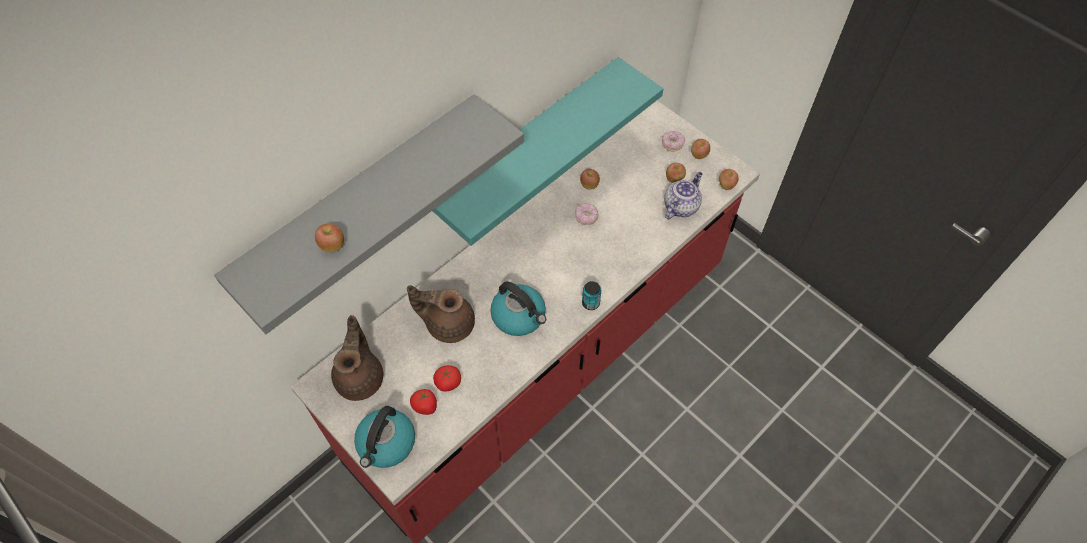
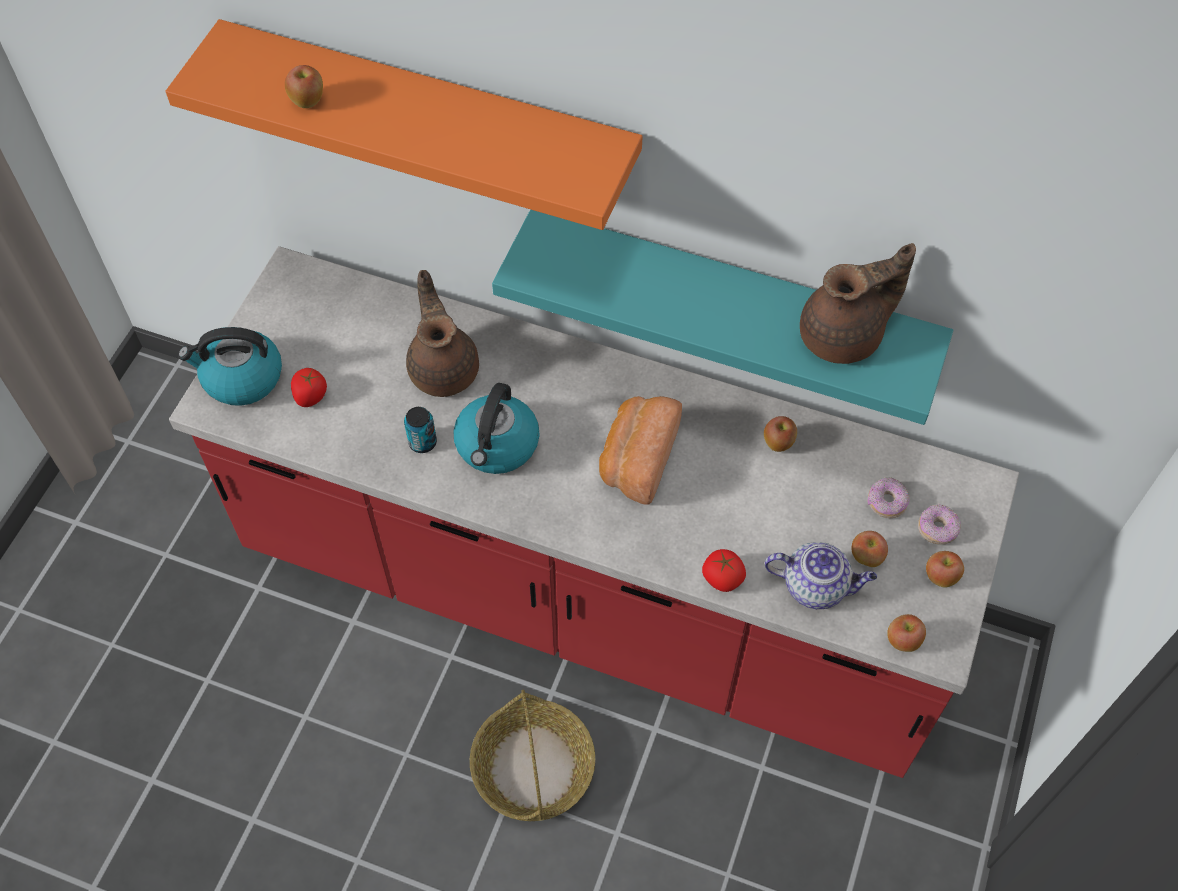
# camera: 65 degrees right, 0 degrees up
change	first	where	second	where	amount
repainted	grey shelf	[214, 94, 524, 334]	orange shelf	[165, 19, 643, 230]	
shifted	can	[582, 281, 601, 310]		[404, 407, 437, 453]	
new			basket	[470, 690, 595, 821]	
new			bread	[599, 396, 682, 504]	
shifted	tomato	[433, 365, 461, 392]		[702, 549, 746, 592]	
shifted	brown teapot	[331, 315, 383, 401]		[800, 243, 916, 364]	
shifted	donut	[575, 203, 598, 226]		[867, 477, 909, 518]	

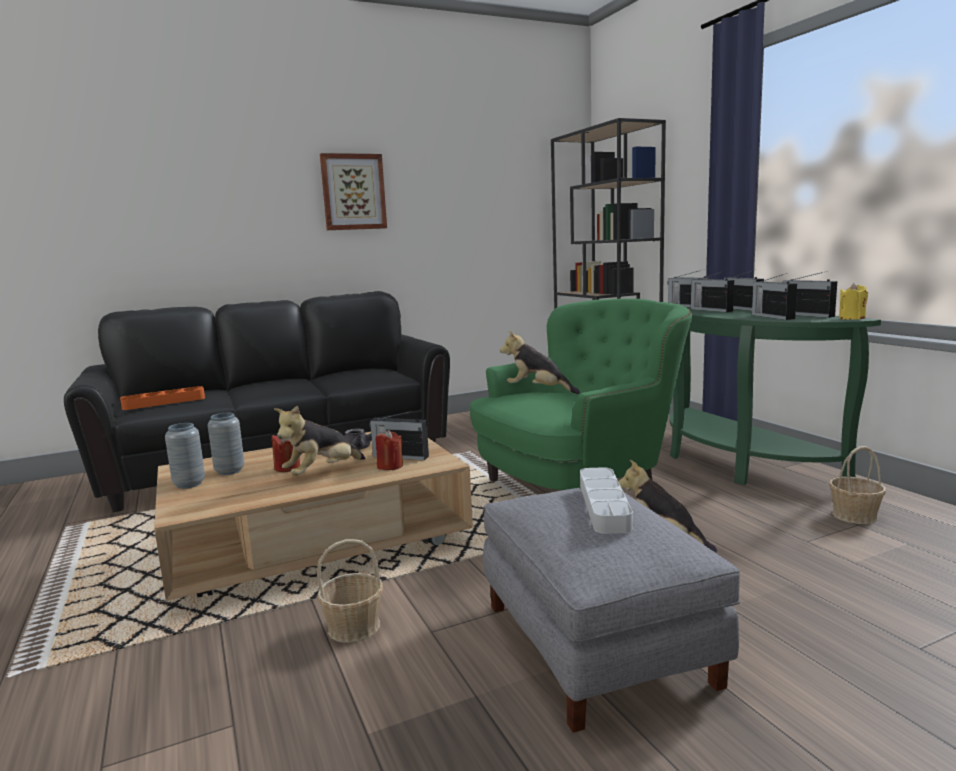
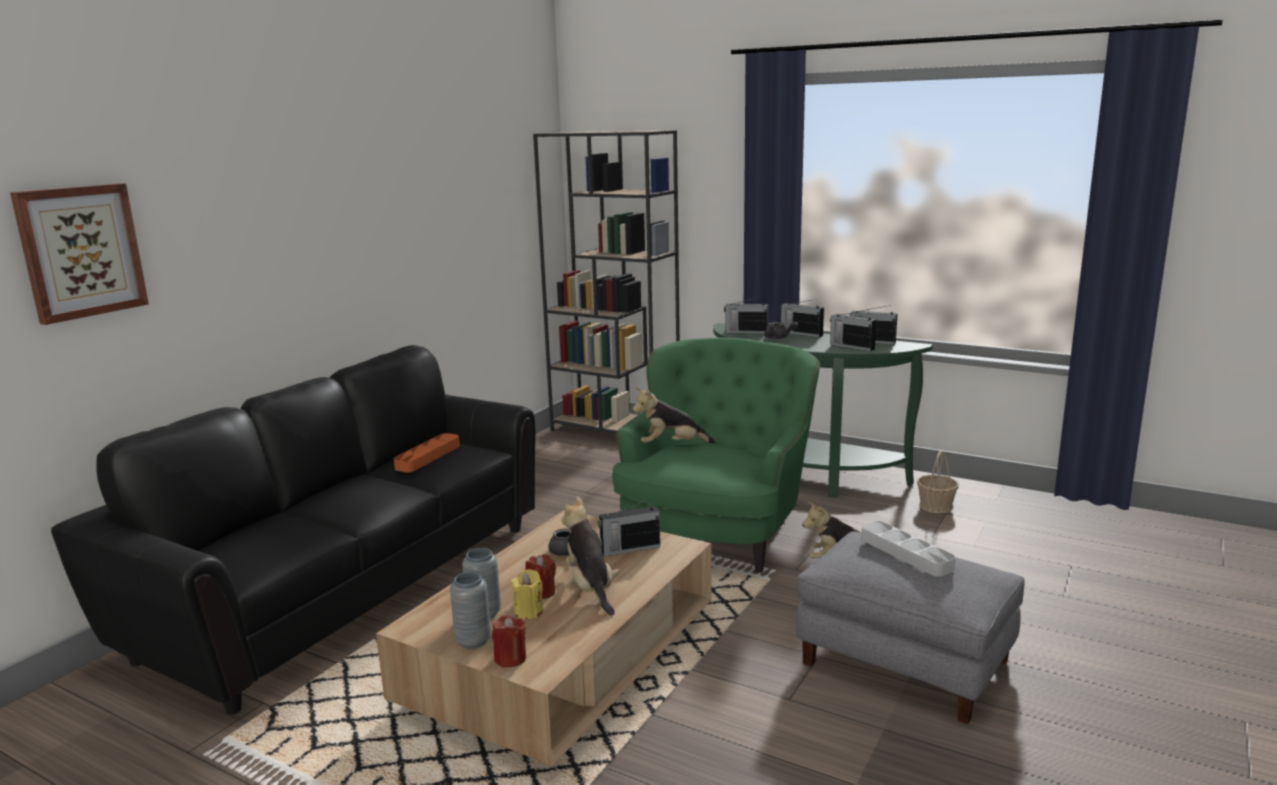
# camera: 35 degrees left, 5 degrees up
change	first	where	second	where	amount
shifted	picture	[320, 153, 387, 230]		[10, 183, 149, 325]	
shifted	orange tray	[120, 386, 205, 410]		[394, 433, 460, 473]	
shifted	red candle	[375, 430, 403, 470]		[492, 615, 526, 667]	
shifted	yellow candle	[839, 283, 868, 320]		[511, 569, 544, 619]	
rotated	plush toy	[274, 406, 365, 476]		[561, 496, 619, 616]	150 degrees clockwise
swapped	radio	[691, 272, 734, 312]	grey teapot	[764, 322, 798, 339]	
gone	basket	[317, 539, 383, 643]			

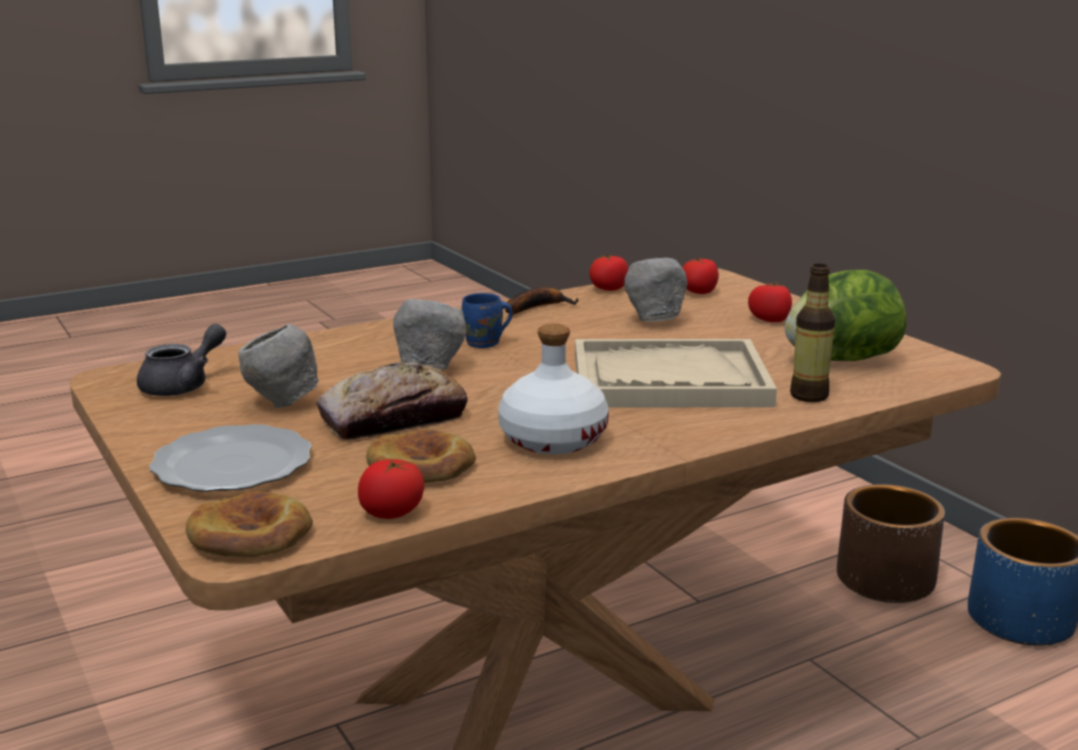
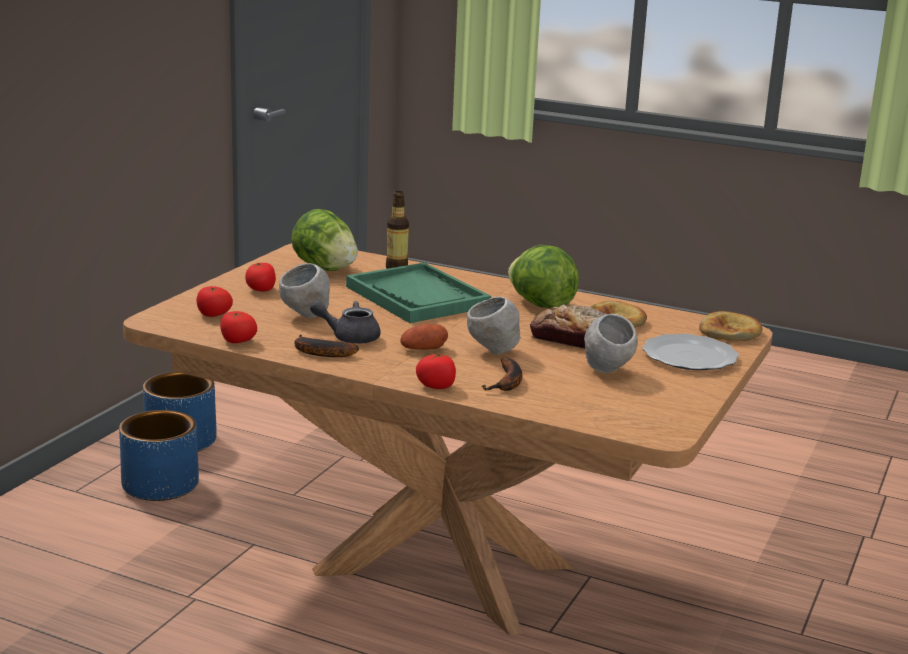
# camera: 125 degrees left, 0 degrees up
change	first	where	second	where	amount
repainted	brown planter	[837, 484, 945, 603]	blue planter	[119, 410, 199, 501]	
shifted	grey teapot	[137, 324, 226, 396]		[310, 301, 381, 344]	
repainted	beige tray	[575, 339, 777, 408]	green tray	[346, 262, 491, 323]	
swapped	blue mug	[462, 293, 513, 348]	potato	[400, 324, 448, 350]	
shifted	tomato	[358, 459, 424, 519]		[416, 351, 456, 389]	
new			banana	[481, 357, 522, 391]	
swapped	white bottle	[498, 323, 609, 454]	lettuce	[508, 245, 579, 309]	

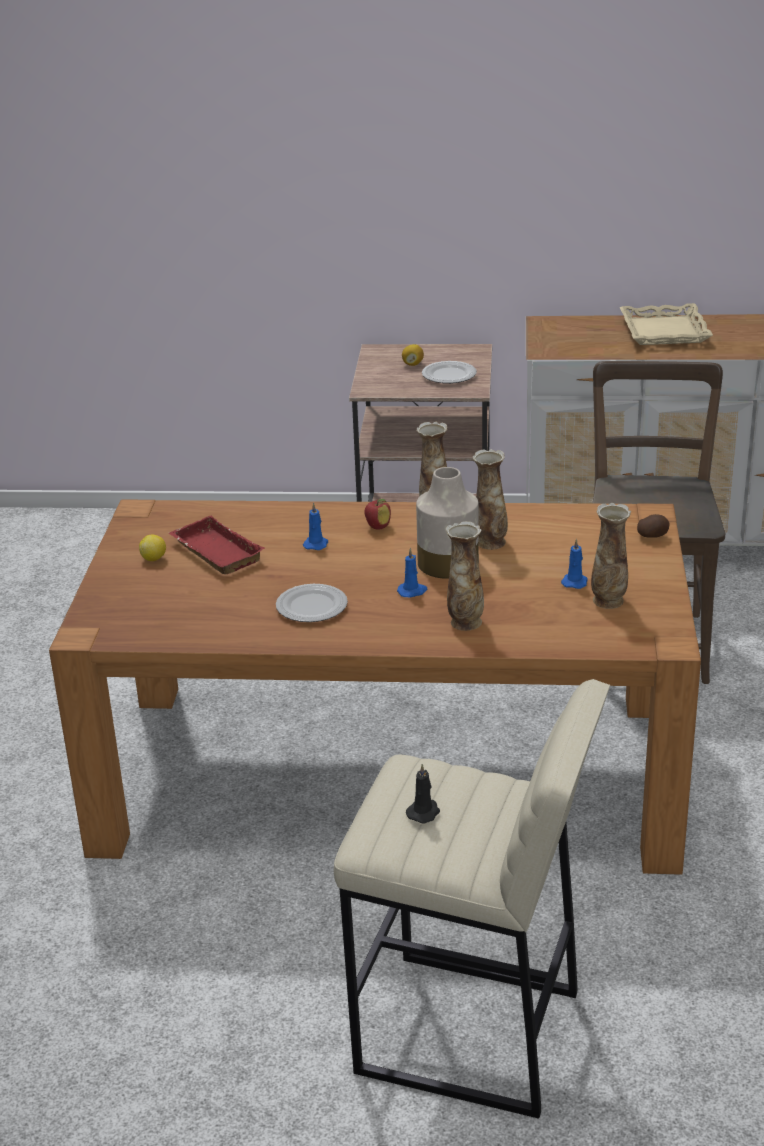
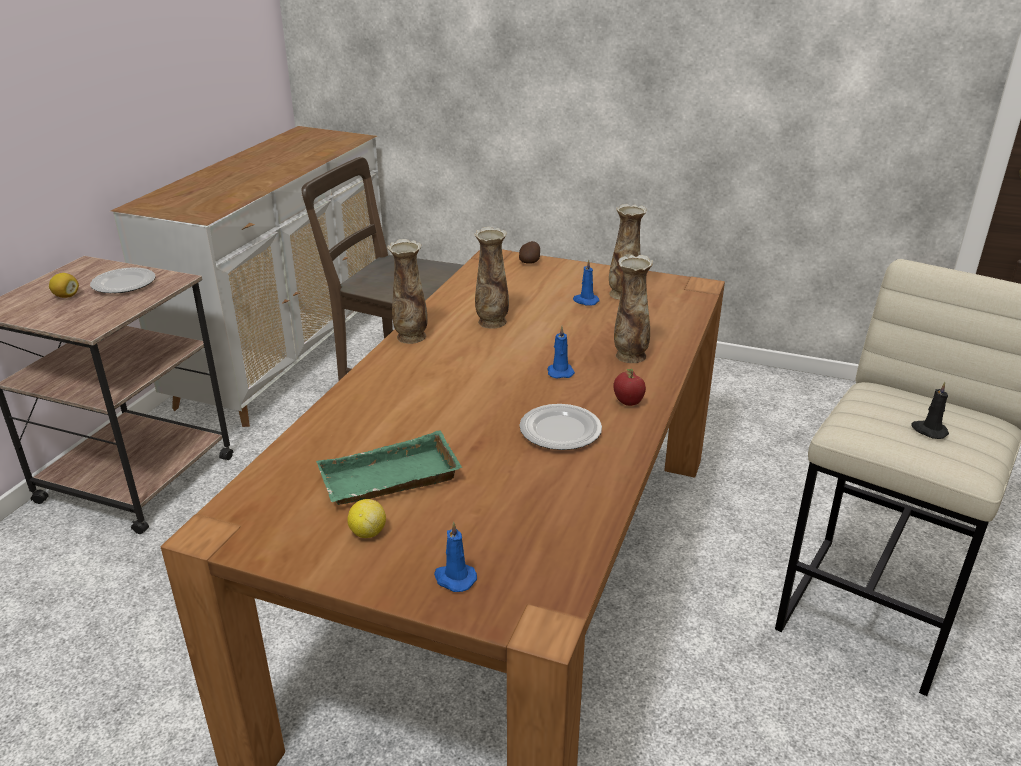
# camera: 75 degrees left, 0 degrees up
change	first	where	second	where	amount
repainted	red tray	[168, 515, 265, 574]	green tray	[316, 430, 462, 505]	
shifted	blue candle	[303, 502, 328, 550]		[434, 521, 477, 592]	
shifted	apple	[364, 499, 391, 530]		[613, 369, 646, 406]	
gone	beige vase	[416, 467, 479, 579]			
gone	beige tray	[620, 303, 713, 345]			

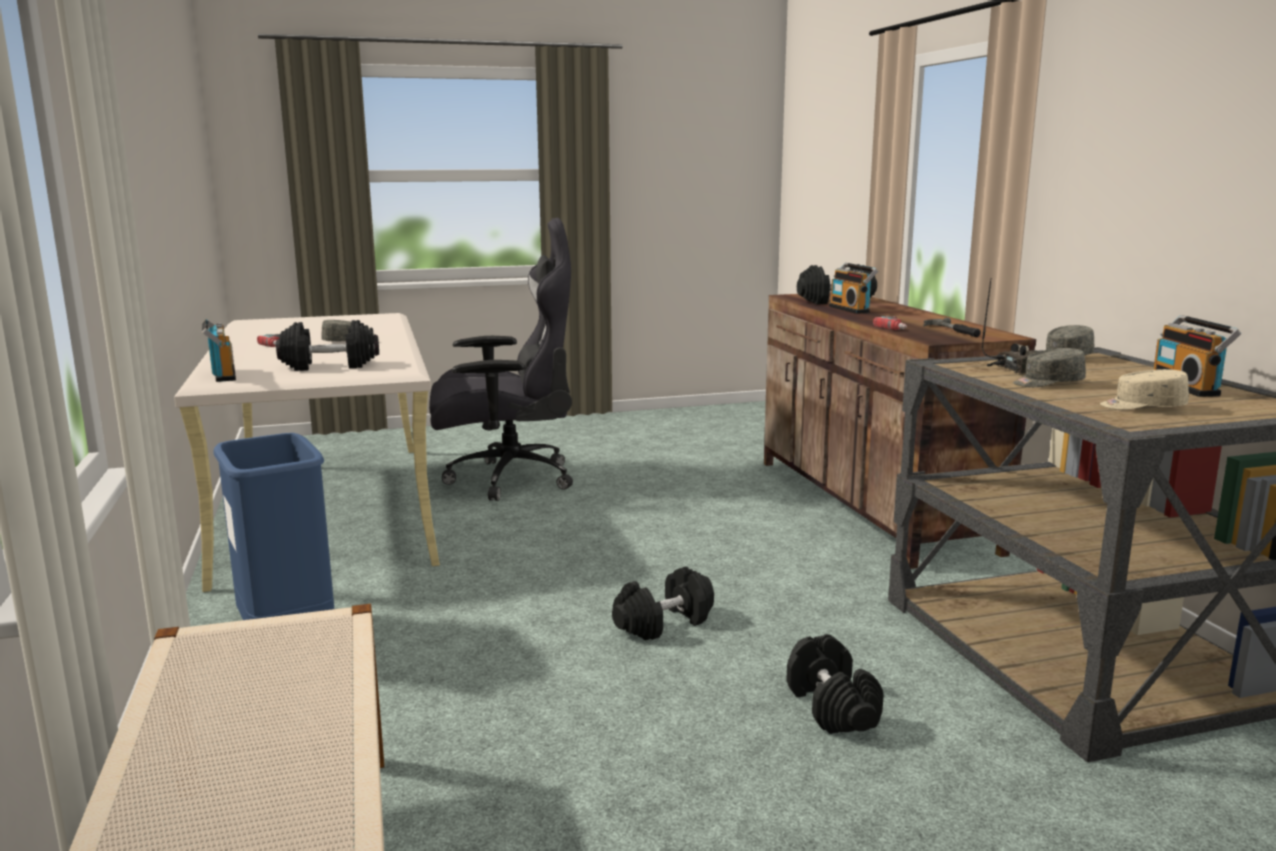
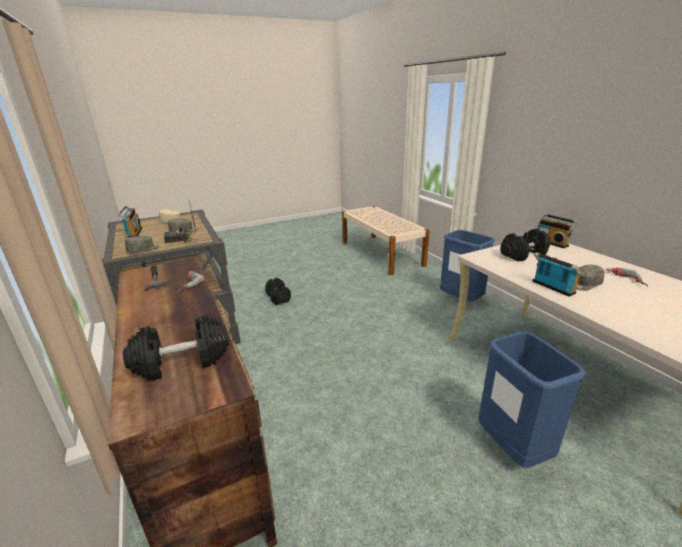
# camera: 170 degrees right, 10 degrees up
change	first	where	second	where	amount
swapped	black office chair	[429, 218, 573, 501]	blue trash can	[478, 332, 586, 468]	
shifted	radio	[829, 263, 878, 314]		[533, 252, 581, 297]	
gone	black dumbbell	[612, 566, 714, 641]			

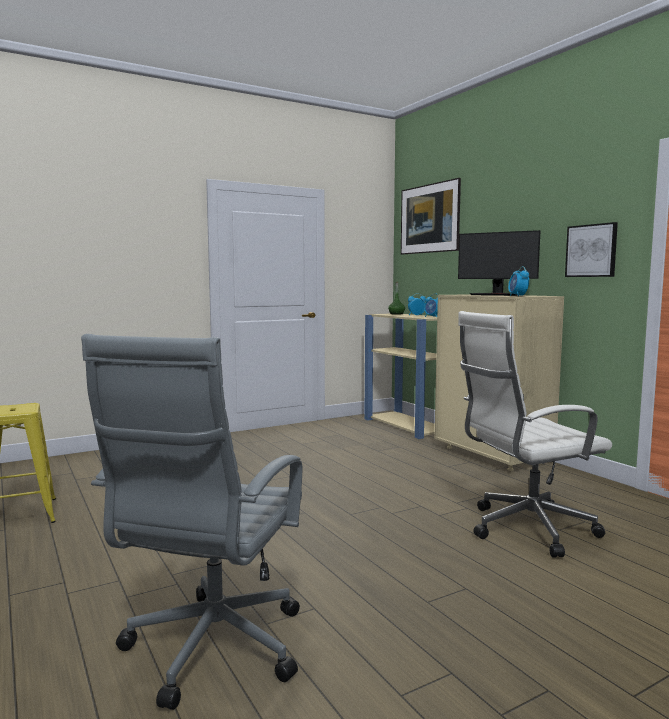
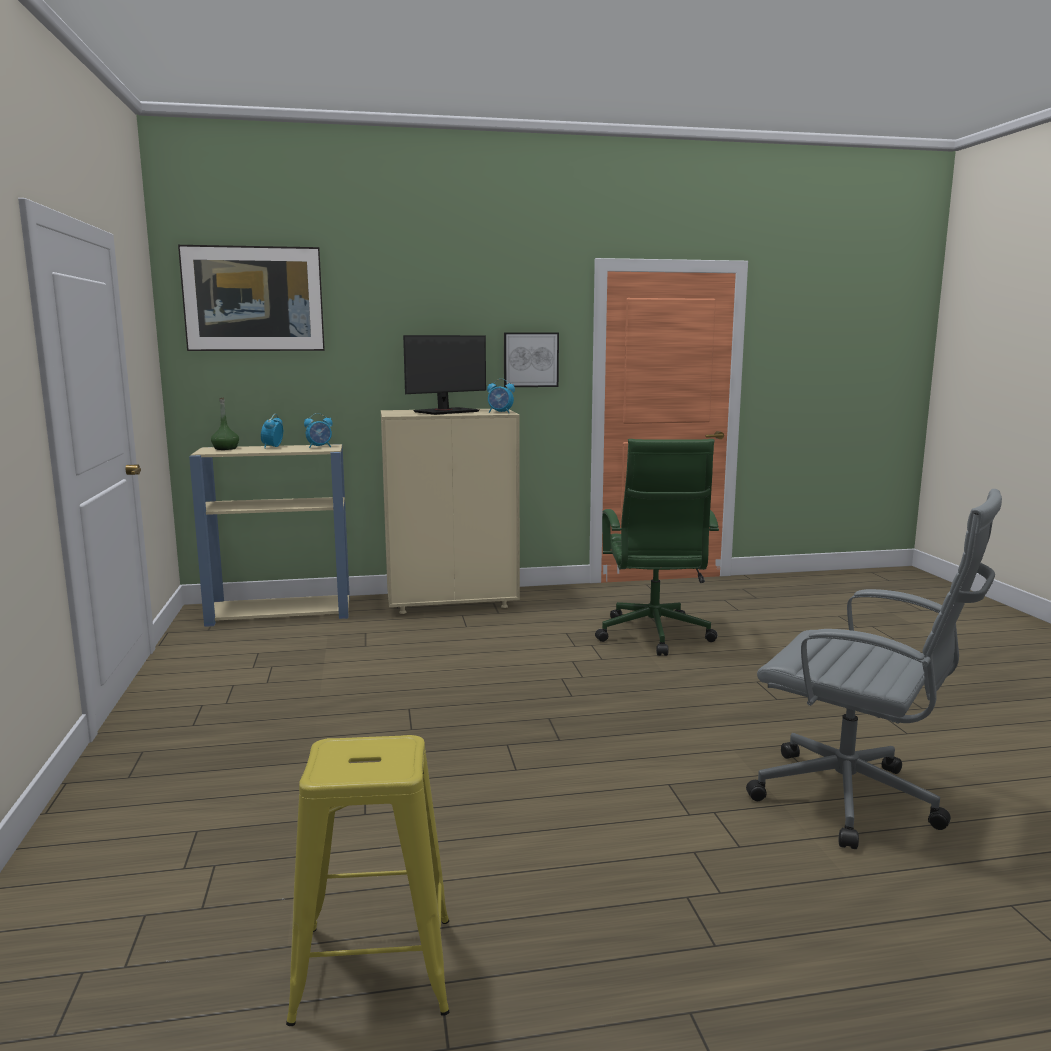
# camera: 70 degrees left, 5 degrees up
change	first	where	second	where	amount
repainted	white office chair	[458, 311, 612, 558]	green office chair	[595, 439, 719, 656]	

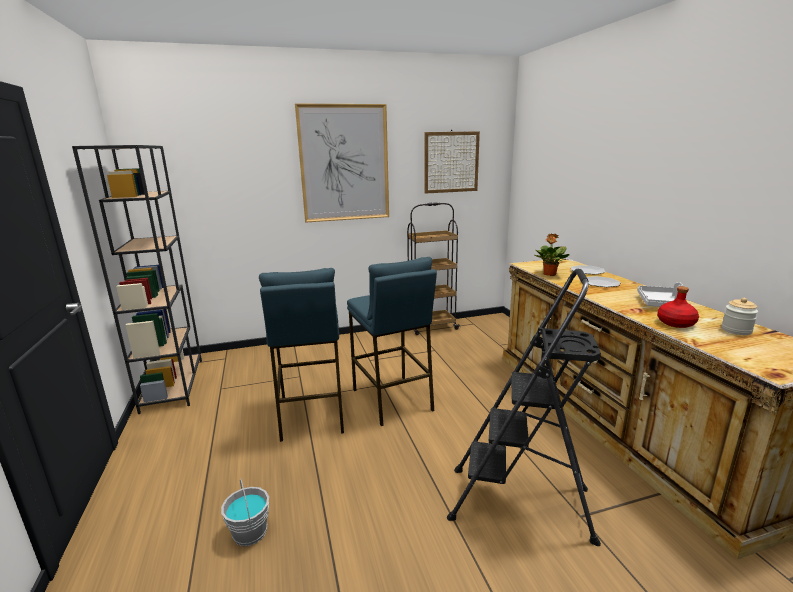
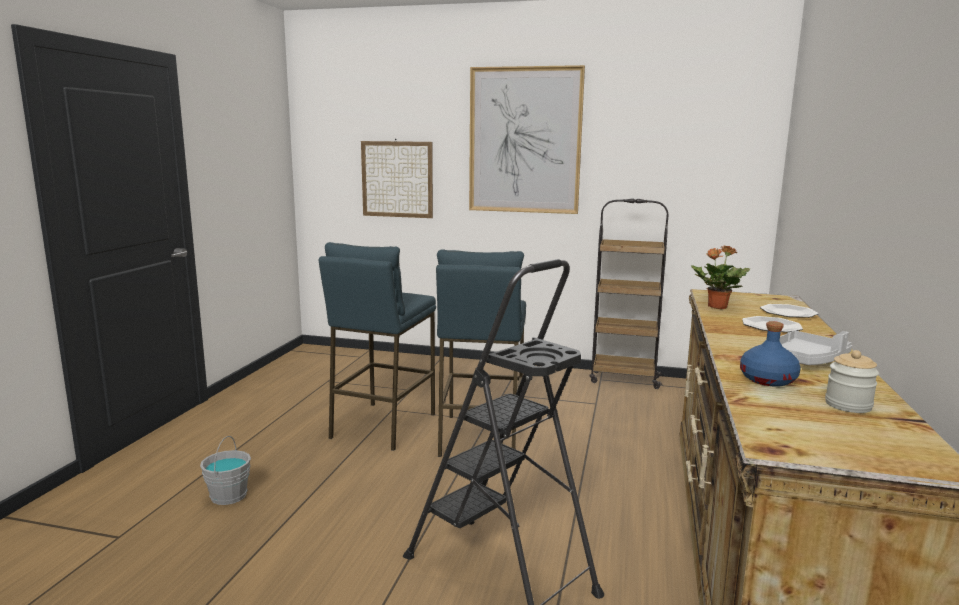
# camera: 30 degrees right, 5 degrees down
change	first	where	second	where	amount
shifted	picture	[425, 130, 480, 194]		[361, 139, 433, 218]	
repainted	red bottle	[657, 286, 699, 328]	blue bottle	[740, 321, 801, 387]	
gone	bookcase	[72, 145, 202, 414]			

